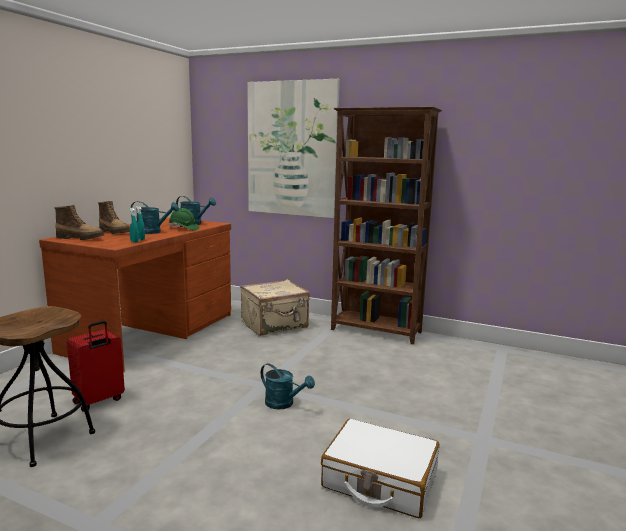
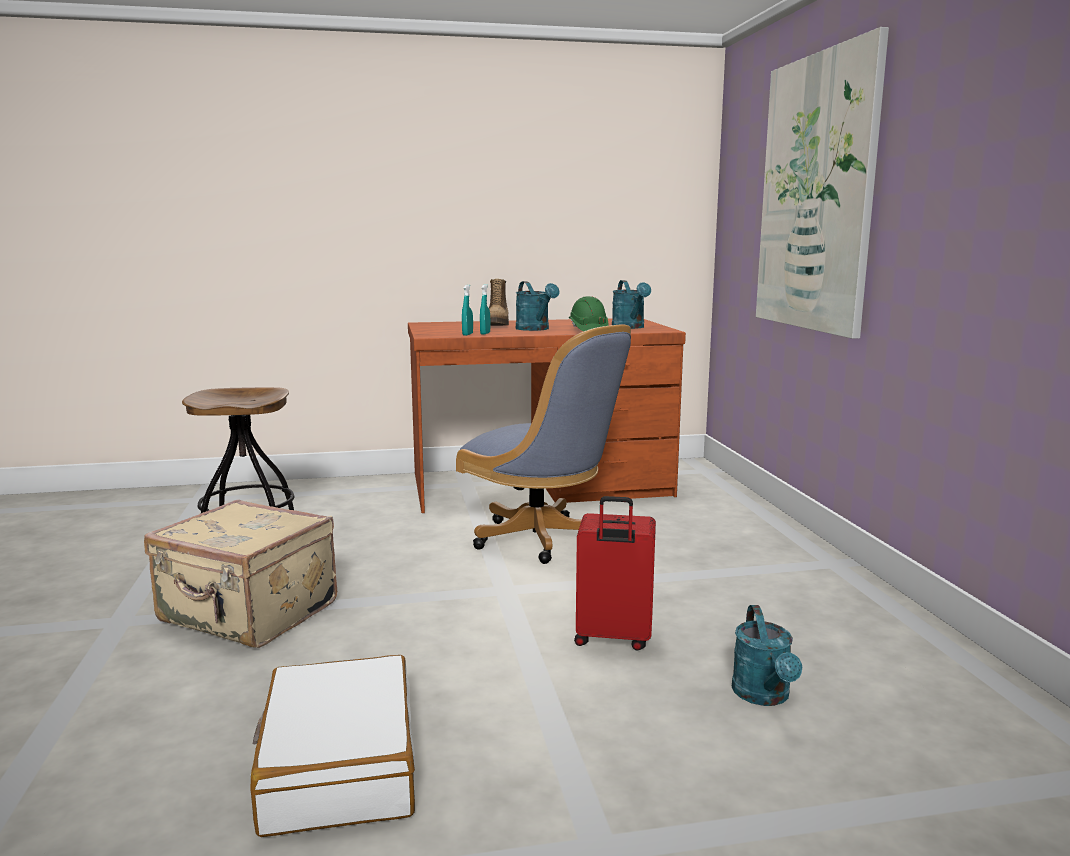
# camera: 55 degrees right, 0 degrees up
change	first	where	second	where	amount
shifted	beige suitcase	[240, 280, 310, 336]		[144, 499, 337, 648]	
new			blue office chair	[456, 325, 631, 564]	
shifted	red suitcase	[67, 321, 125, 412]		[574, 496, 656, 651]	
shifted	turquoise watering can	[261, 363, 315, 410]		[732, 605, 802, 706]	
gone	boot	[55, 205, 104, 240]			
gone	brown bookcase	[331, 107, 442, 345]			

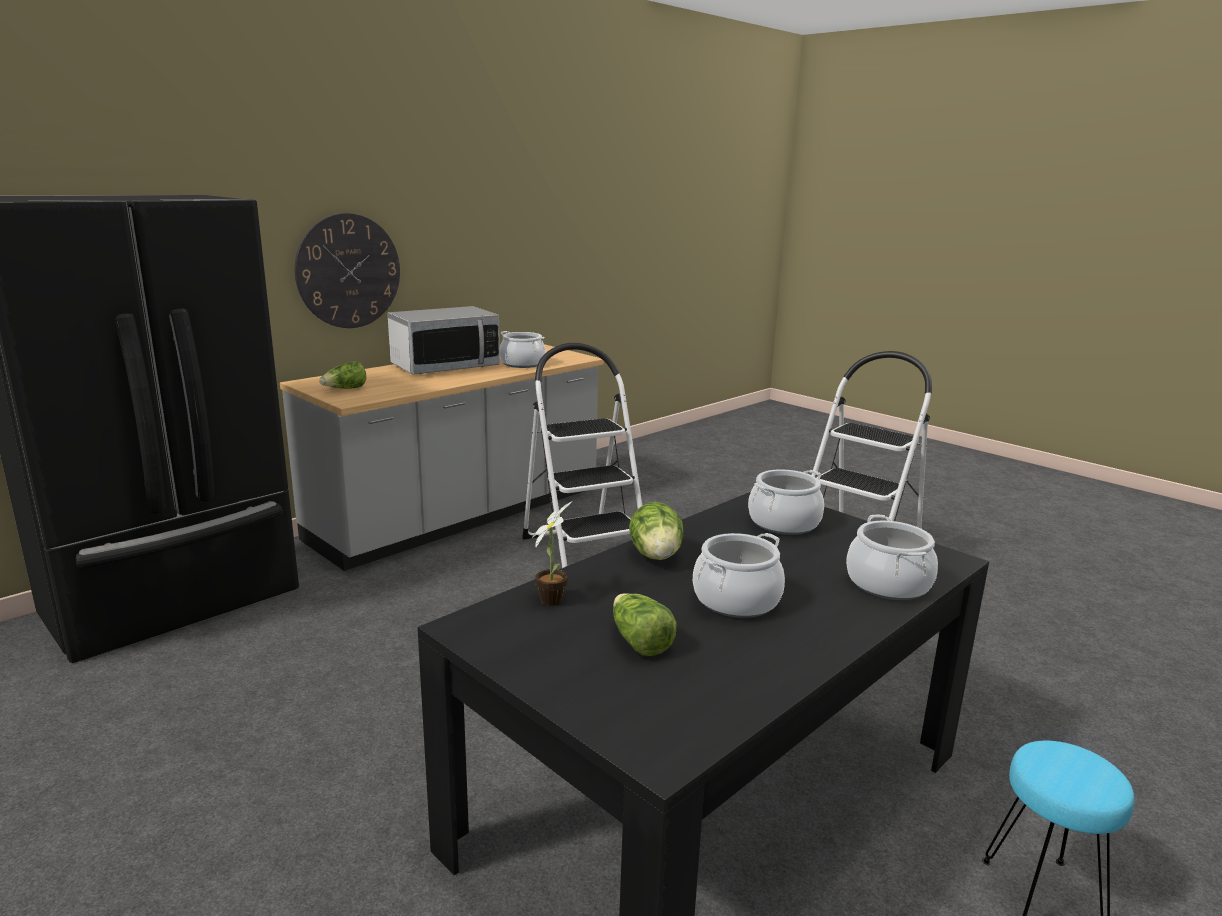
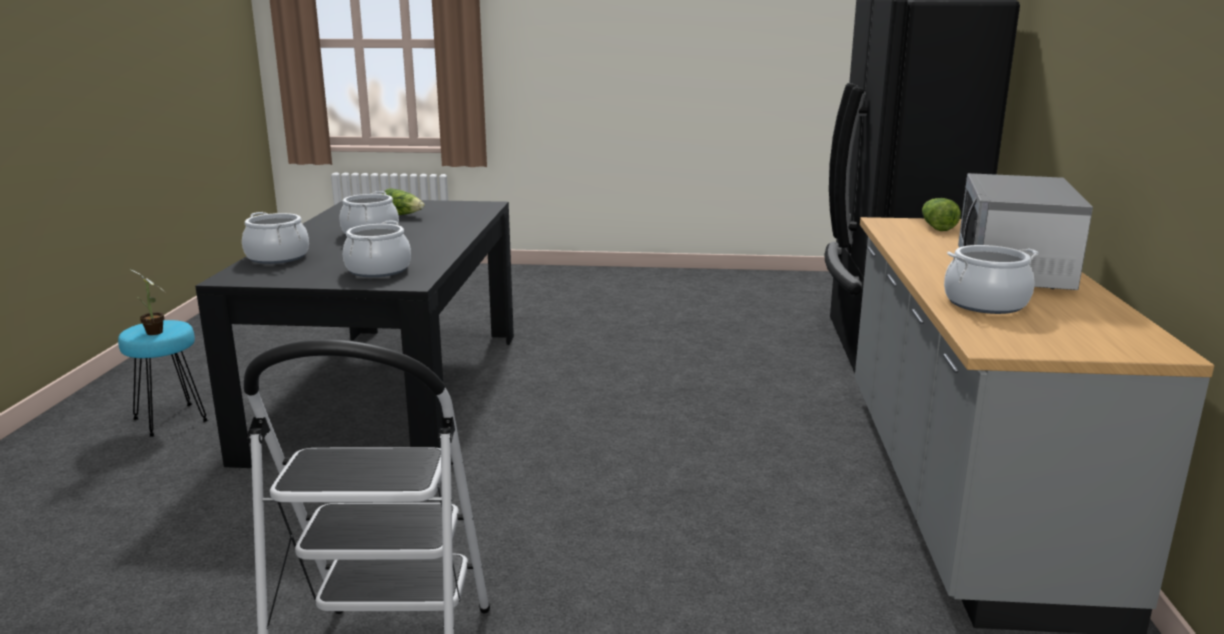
# camera: 140 degrees right, 0 degrees up
change	first	where	second	where	amount
shifted	potted plant	[532, 501, 572, 606]		[131, 270, 164, 335]	
gone	wall clock	[294, 213, 400, 328]			
gone	step ladder	[522, 343, 642, 568]			
gone	lettuce	[629, 502, 684, 560]			

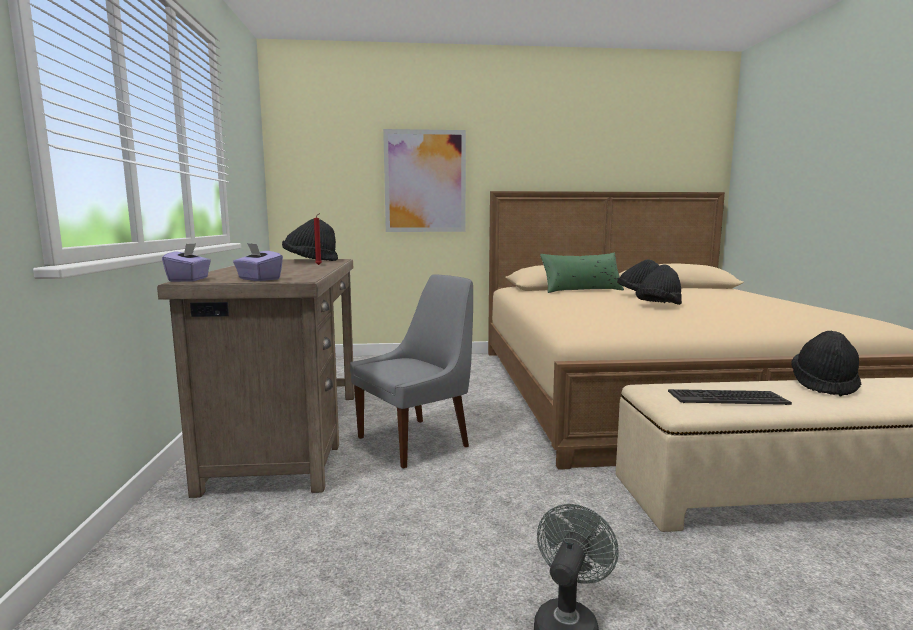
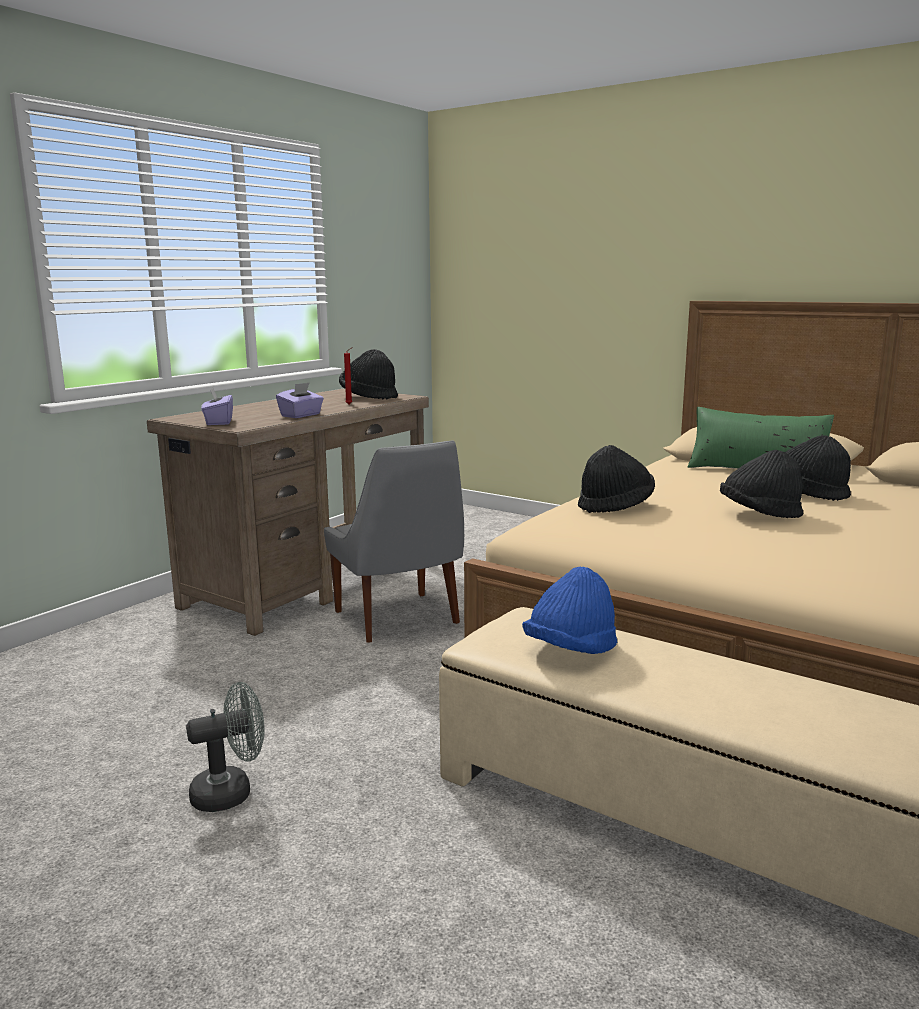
# camera: 40 degrees right, 5 degrees up
change	first	where	second	where	amount
shifted	purple tissue box	[162, 243, 211, 282]		[276, 382, 324, 418]	
rotated	grey chair	[350, 274, 473, 469]		[324, 440, 464, 643]	60 degrees clockwise
swapped	keyboard	[668, 389, 792, 405]	blue hat	[522, 567, 617, 654]	
shifted	black hat	[791, 331, 861, 396]		[578, 445, 655, 513]	
gone	picture	[383, 129, 466, 232]			

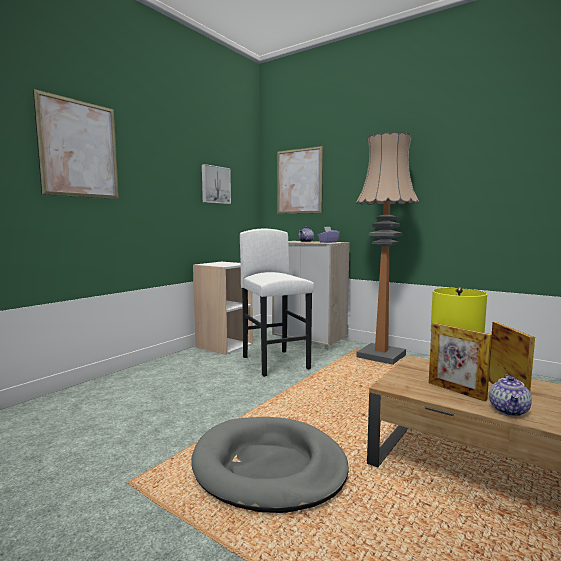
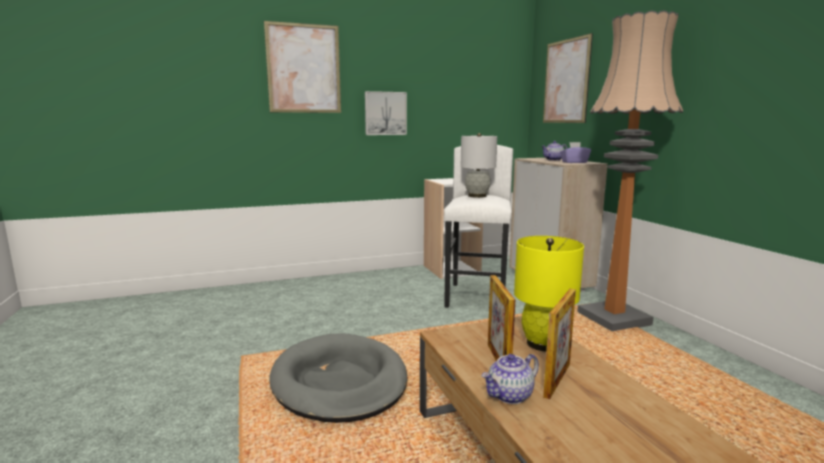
# camera: 35 degrees right, 5 degrees up
change	first	where	second	where	amount
shifted	picture	[202, 164, 231, 204]		[365, 91, 407, 135]	
new			white table lamp	[461, 133, 497, 198]	

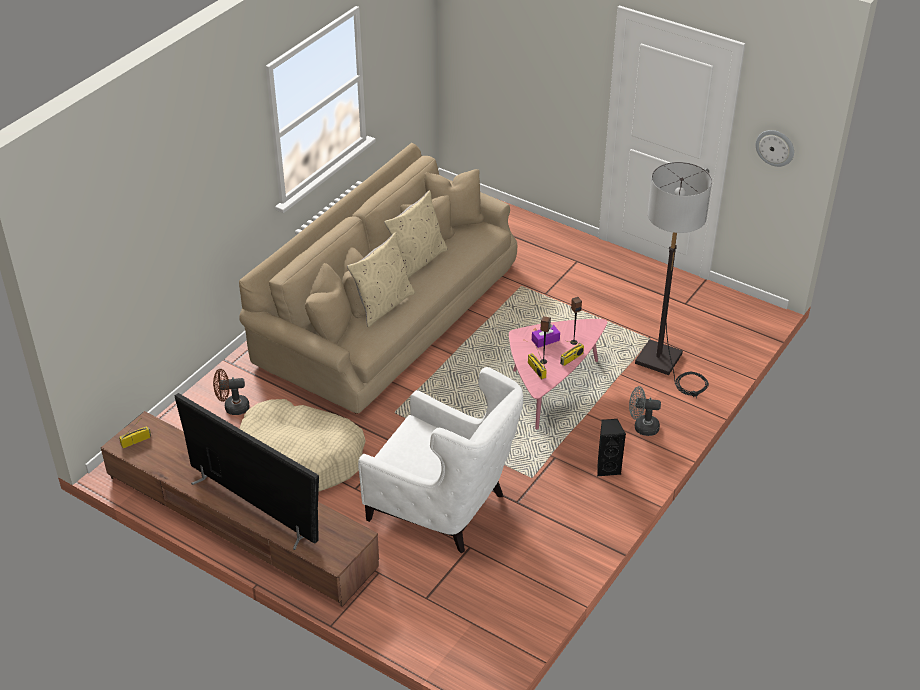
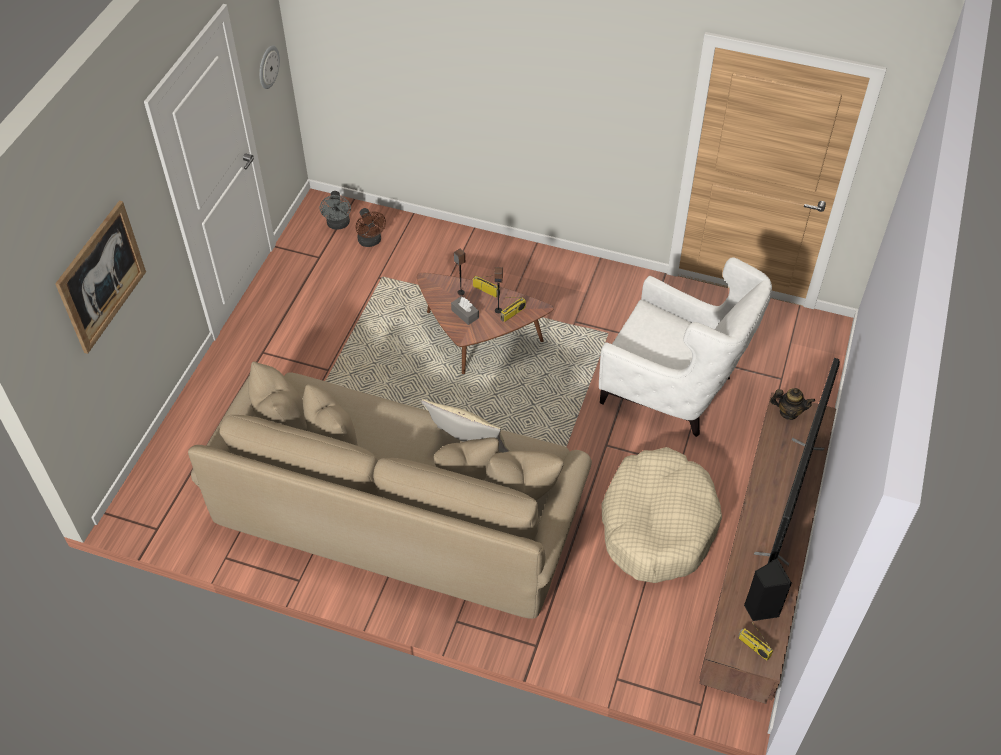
# camera: 105 degrees left, 10 degrees up
change	first	where	second	where	amount
new			picture	[55, 201, 146, 354]	
shifted	grey fan	[629, 386, 661, 436]		[320, 191, 351, 229]	
shifted	brown fan	[213, 369, 250, 415]		[356, 208, 386, 247]	
repainted	pink coffee table	[509, 319, 608, 430]	brown coffee table	[417, 273, 554, 374]	
repainted	purple tissue box	[532, 325, 560, 348]	grey tissue box	[451, 296, 479, 325]	
rotated	white armchair	[358, 367, 523, 553]		[599, 257, 772, 437]	105 degrees clockwise
shifted	black speaker	[597, 419, 626, 476]		[744, 558, 792, 621]	
new			teapot	[770, 388, 815, 420]	
gone	beige pillow	[384, 190, 448, 278]			
gone	floor lamp	[635, 162, 712, 398]			

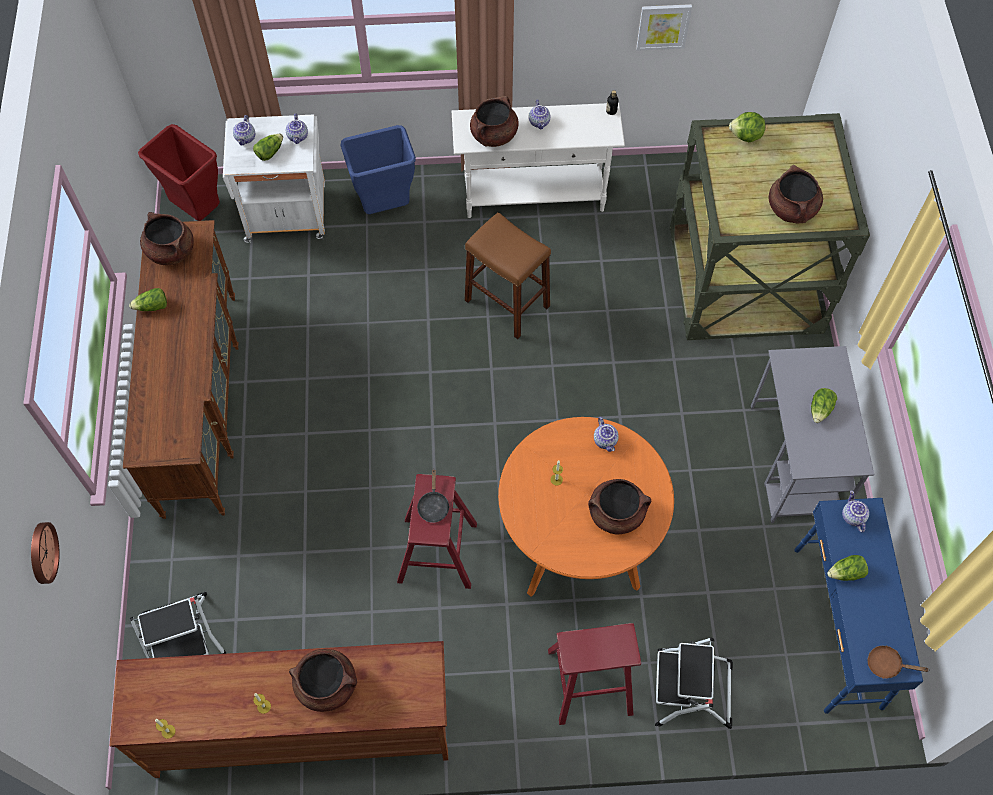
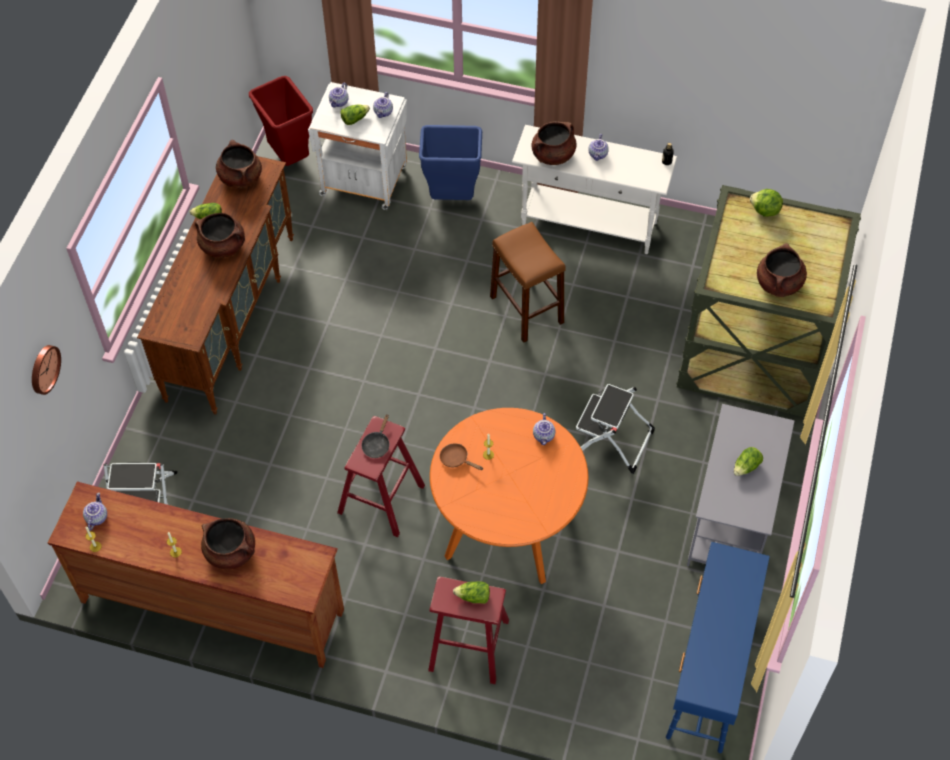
# camera: 20 degrees right, 5 degrees down
change	first	where	second	where	amount
shifted	teapot	[842, 490, 869, 532]		[83, 493, 107, 531]	
shifted	brown cooking pot	[588, 479, 651, 535]		[195, 213, 245, 258]	
shifted	brown frying pan	[867, 645, 928, 679]		[440, 444, 483, 470]	
shifted	lettuce	[827, 555, 868, 581]		[453, 581, 490, 604]	
shifted	step ladder	[655, 638, 733, 729]		[576, 384, 655, 474]	
gone	picture	[636, 4, 692, 51]			

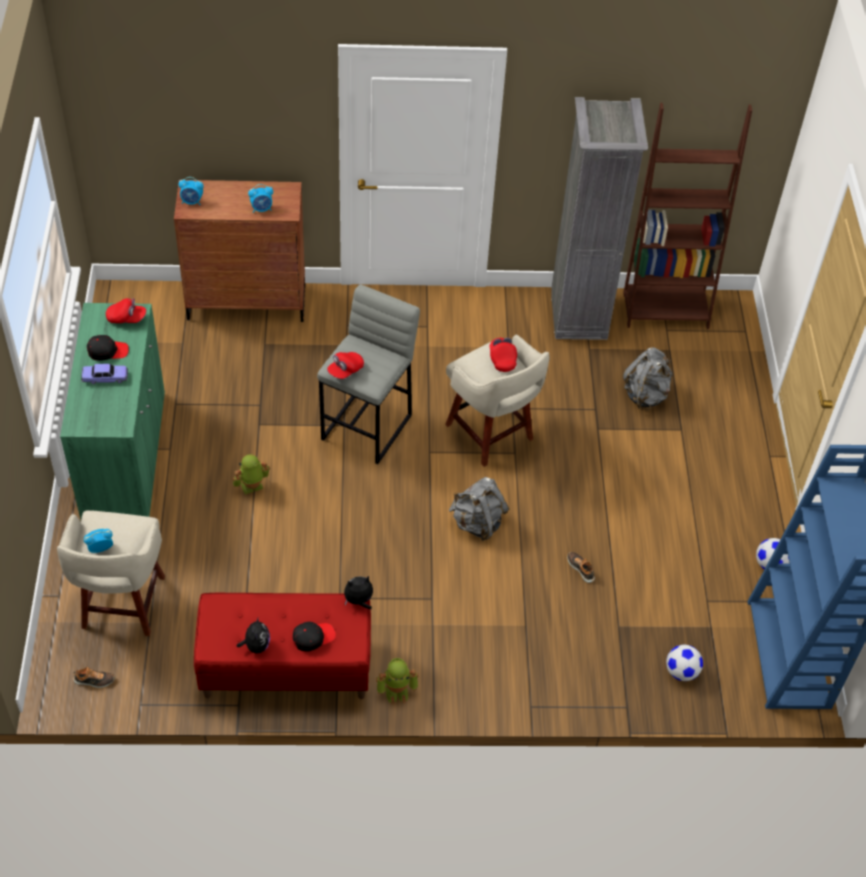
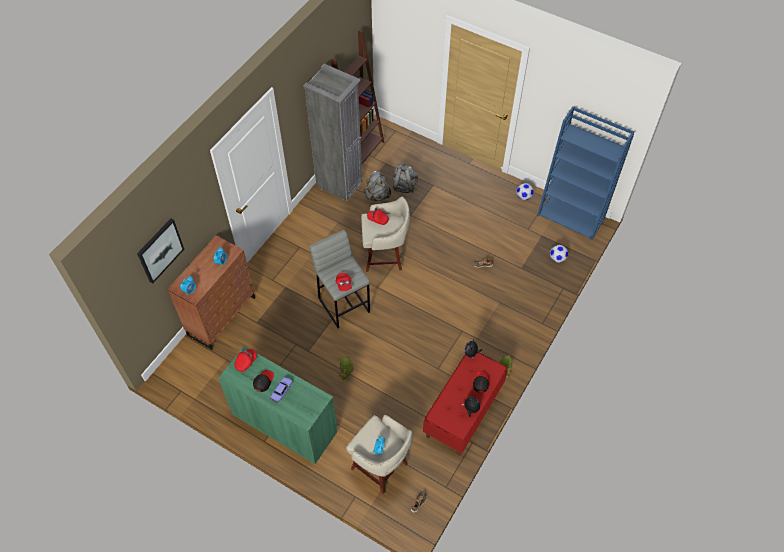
# camera: 55 degrees left, 5 degrees up
change	first	where	second	where	amount
new			picture	[137, 218, 184, 284]	
shifted	grey backpack	[449, 477, 509, 541]		[365, 170, 391, 201]	

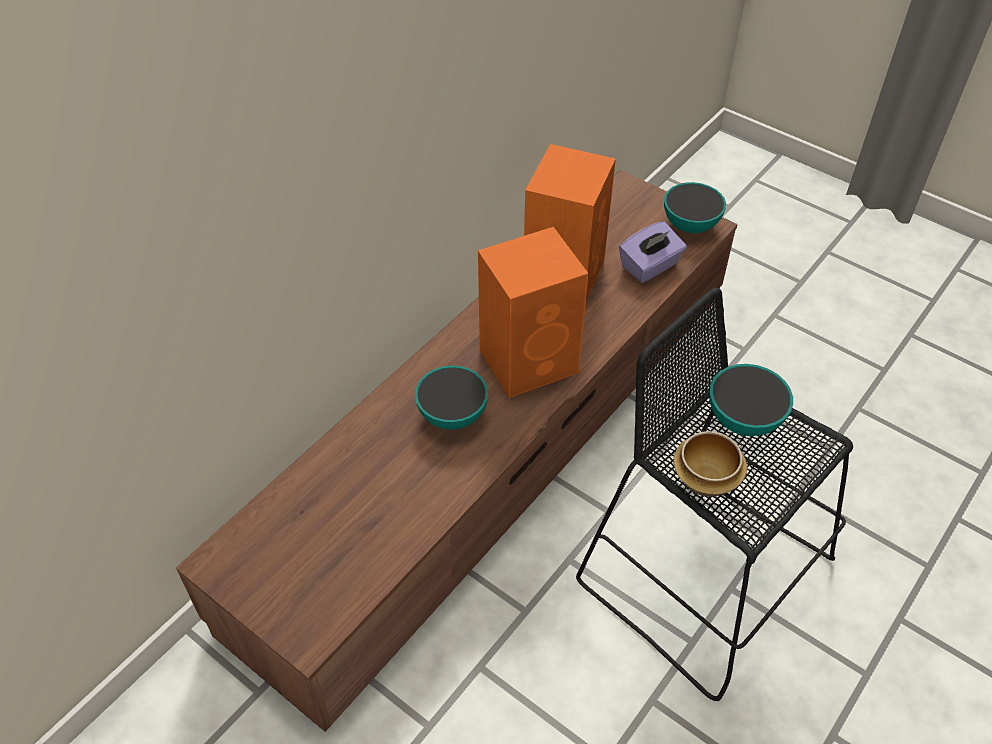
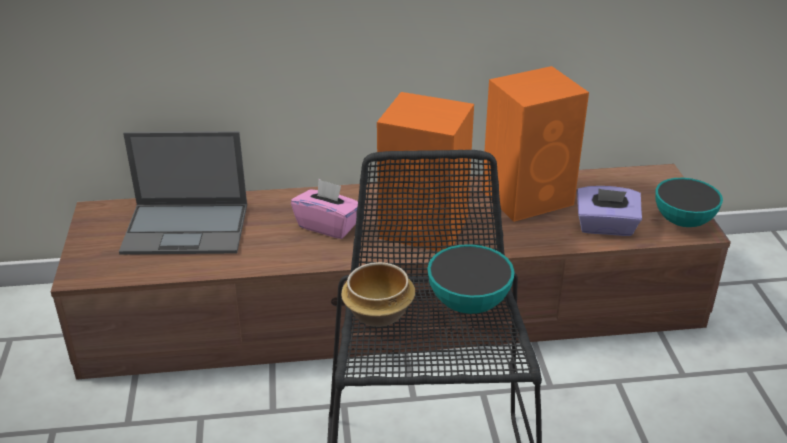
# camera: 45 degrees right, 15 degrees down
change	first	where	second	where	amount
new			laptop	[119, 131, 247, 255]	
swapped	bowl	[415, 366, 488, 430]	pink tissue box	[291, 179, 358, 239]	

